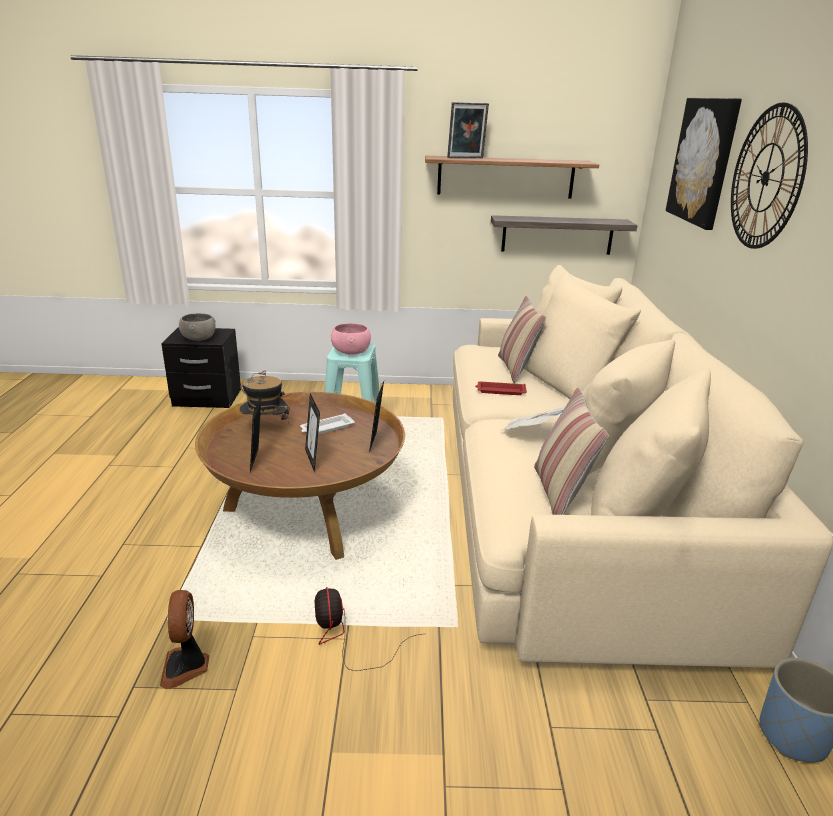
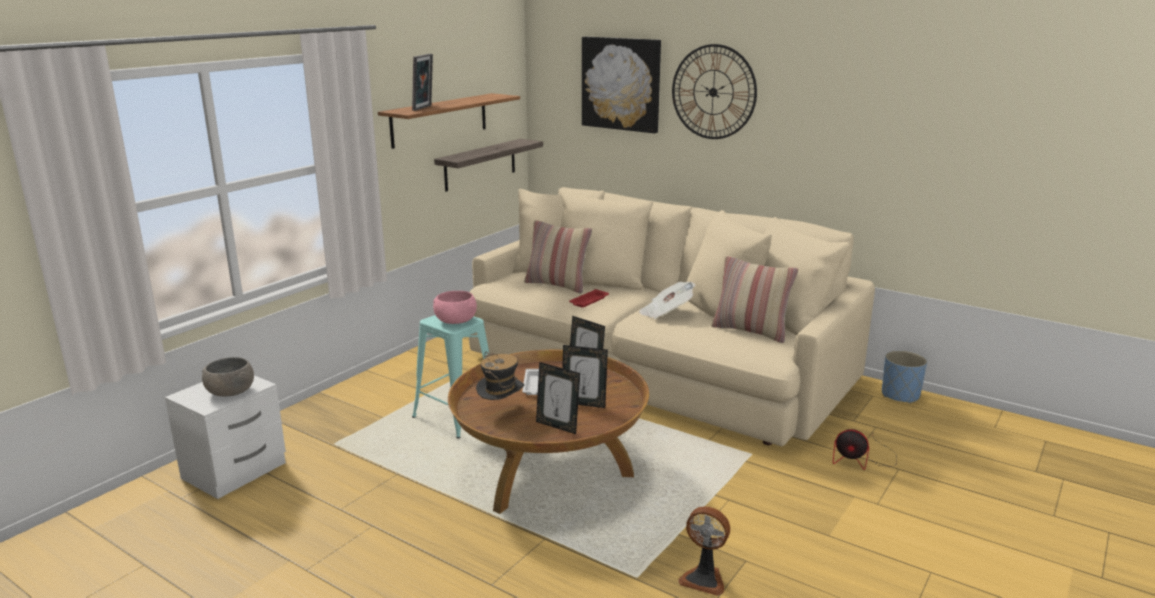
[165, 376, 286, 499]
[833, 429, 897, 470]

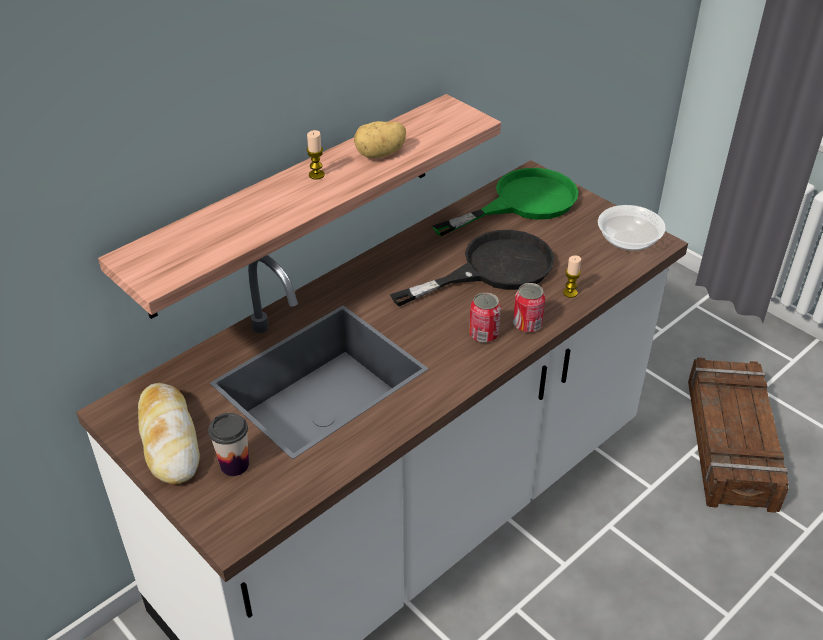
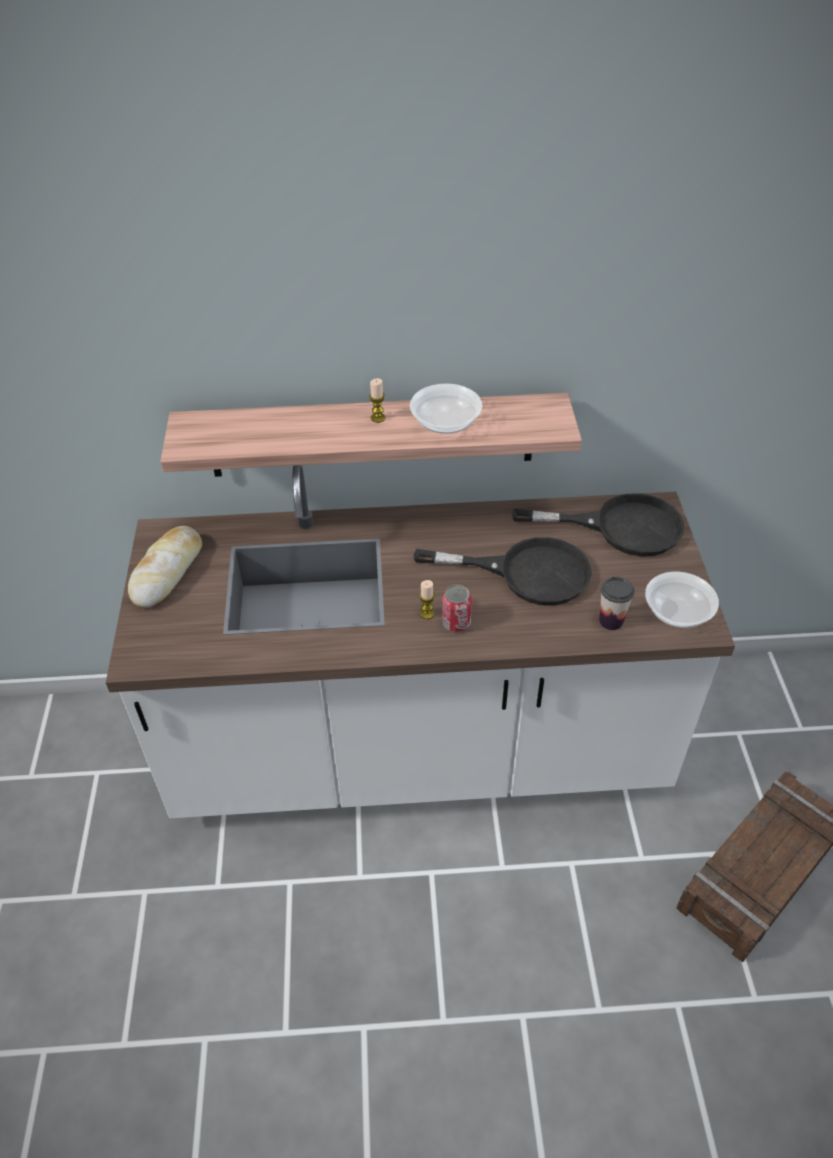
[410, 383, 482, 434]
[512, 493, 685, 557]
[419, 580, 435, 619]
[513, 283, 545, 333] (first image)
[599, 577, 634, 630]

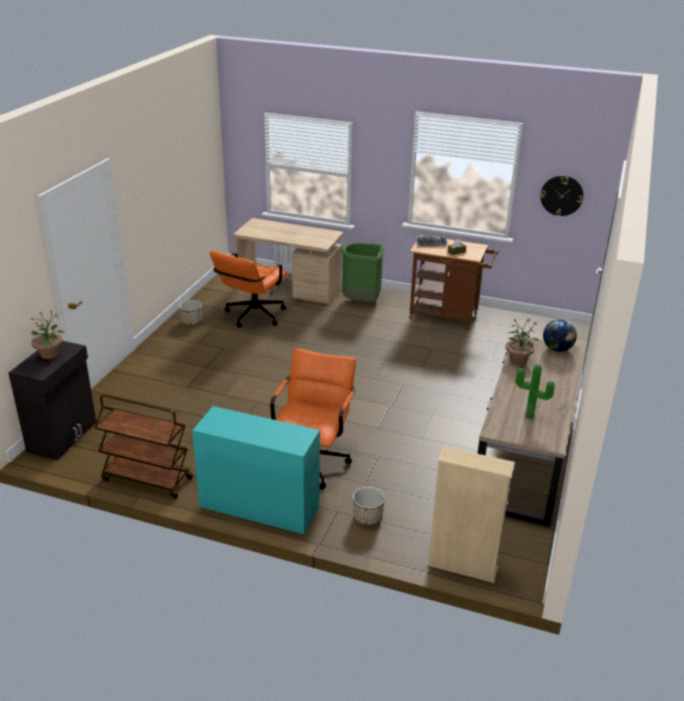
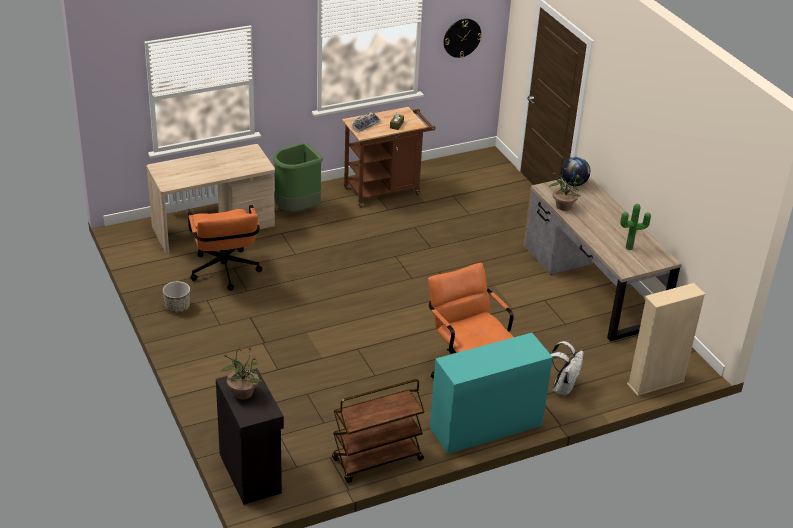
[549, 341, 583, 396]

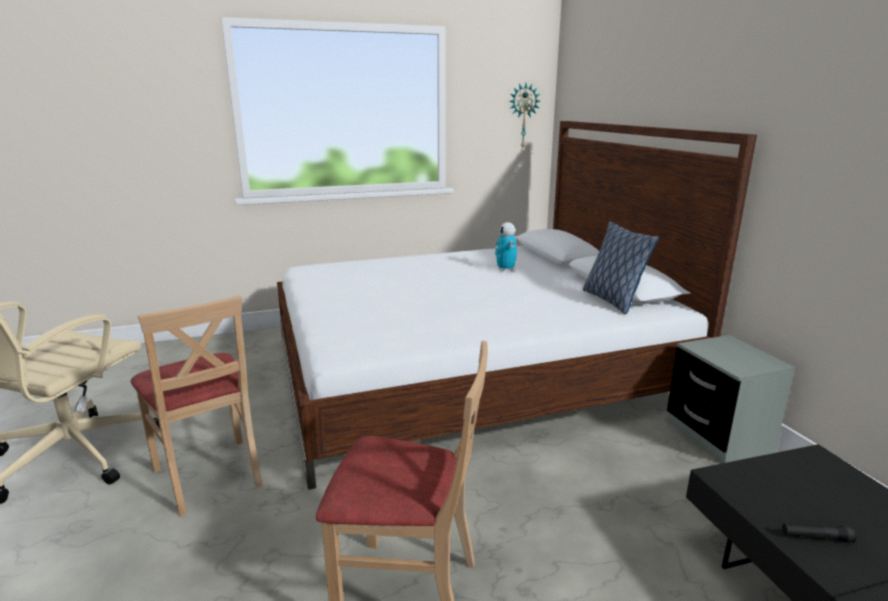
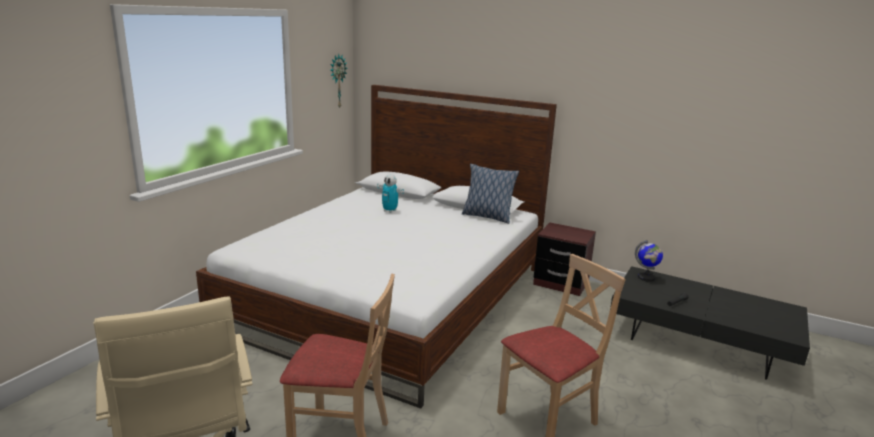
[533, 223, 596, 296]
[635, 240, 663, 282]

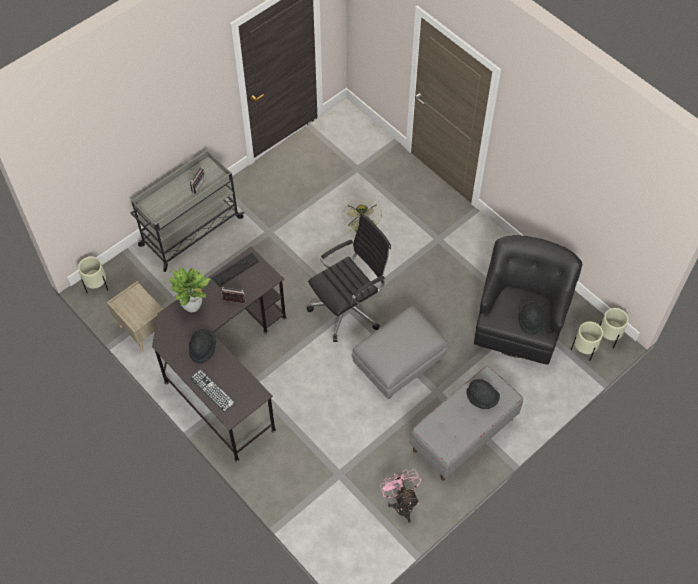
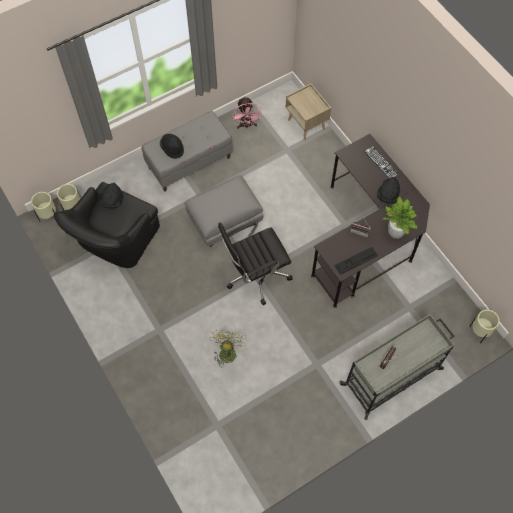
[286, 83, 331, 140]

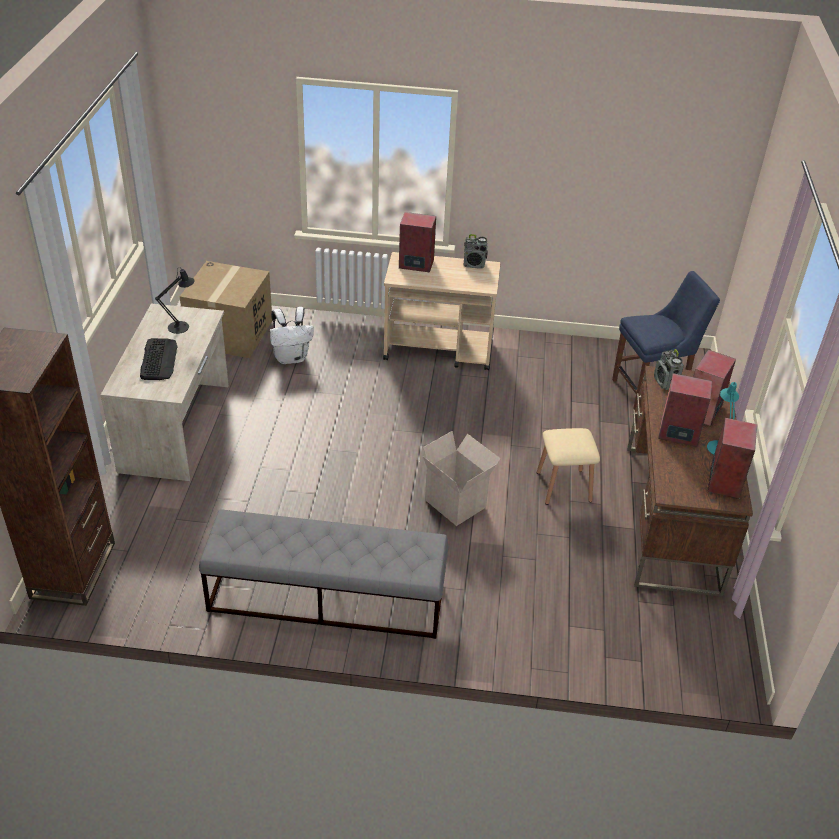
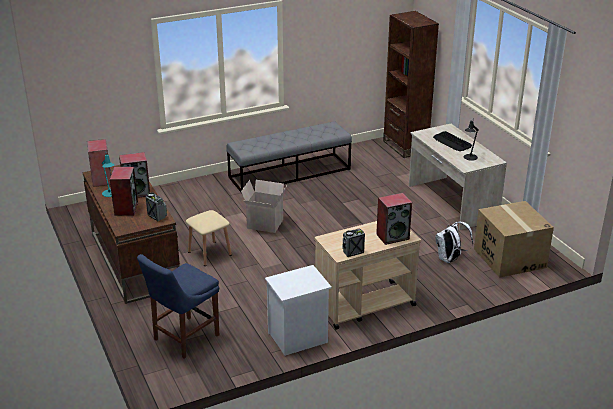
[265, 265, 332, 356]

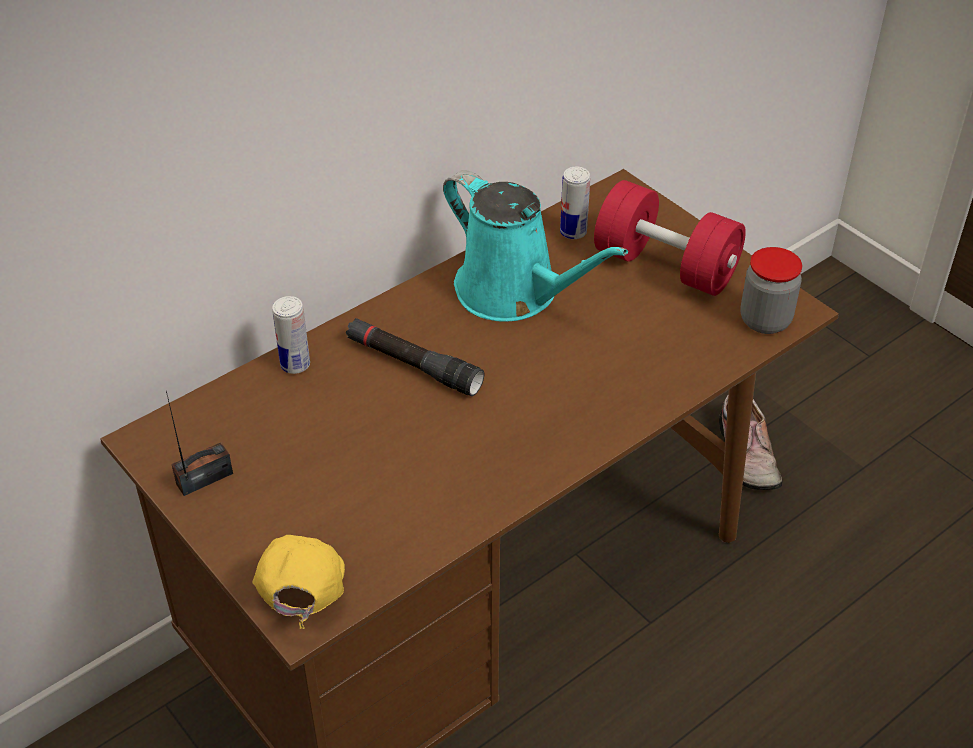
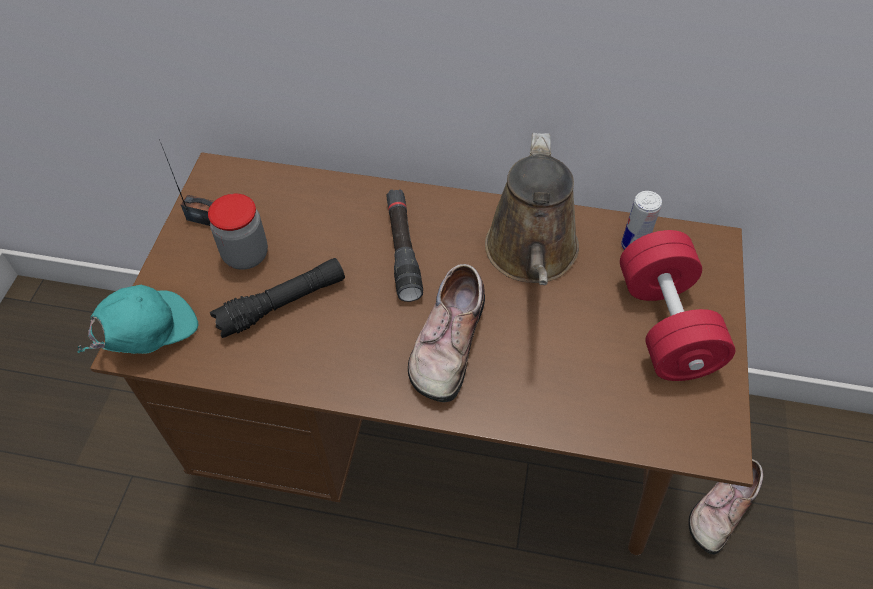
[485, 133, 579, 285]
[208, 194, 268, 270]
[272, 296, 310, 374] (first image)
[77, 285, 198, 354]
[210, 258, 345, 338]
[408, 264, 485, 402]

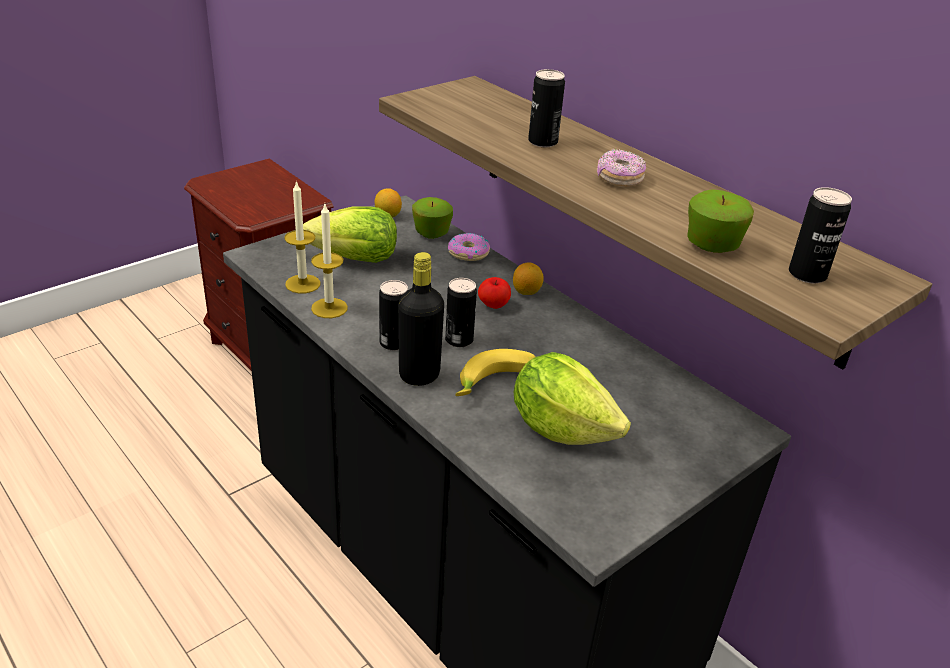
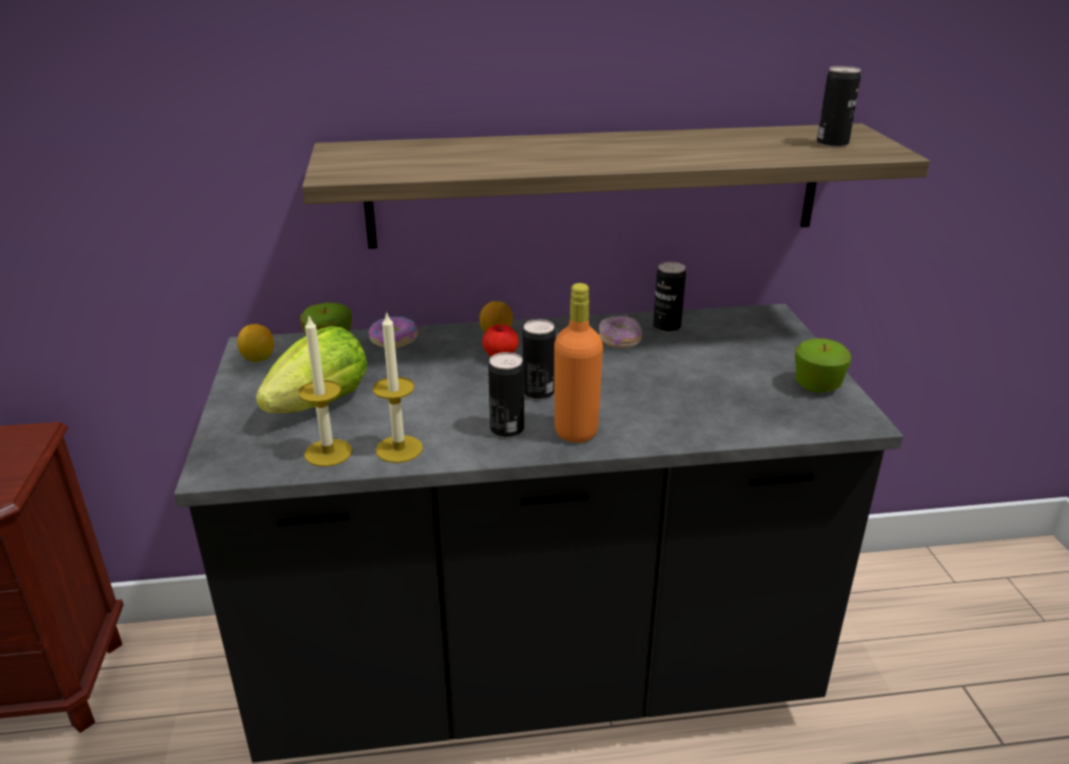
[653, 262, 686, 332]
[599, 316, 642, 348]
[795, 338, 851, 393]
[554, 283, 603, 443]
[455, 349, 536, 396] (first image)
[514, 352, 631, 445] (first image)

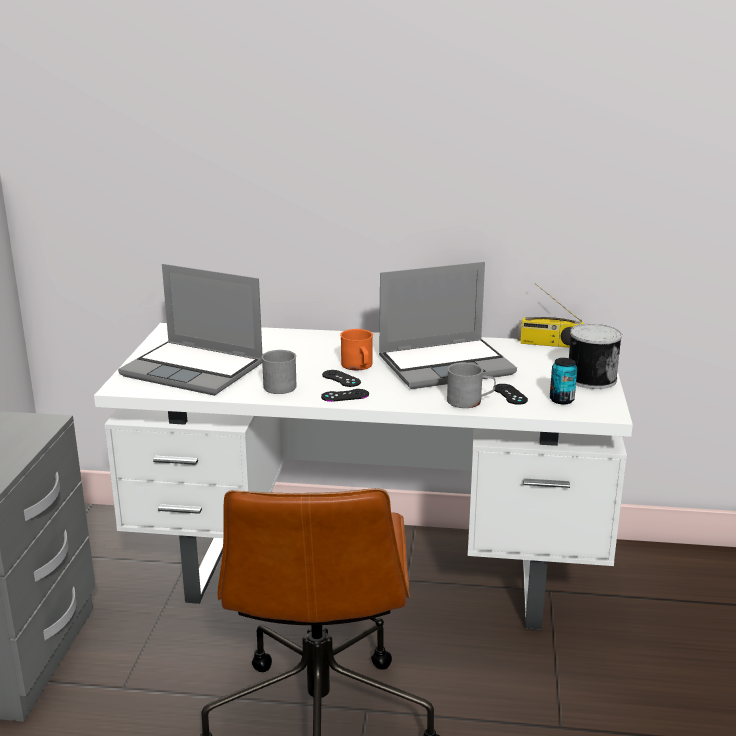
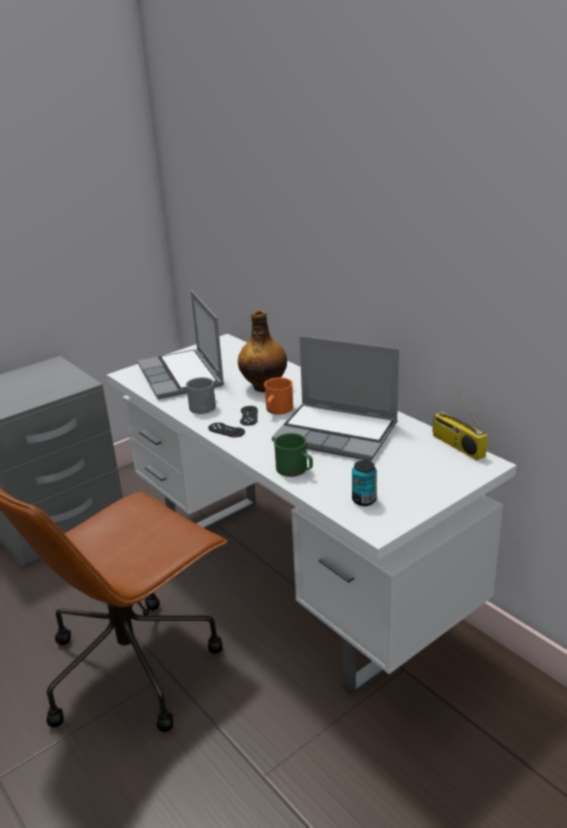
[569, 323, 622, 389] (first image)
[274, 433, 313, 477]
[493, 384, 528, 405] (first image)
[238, 310, 287, 392]

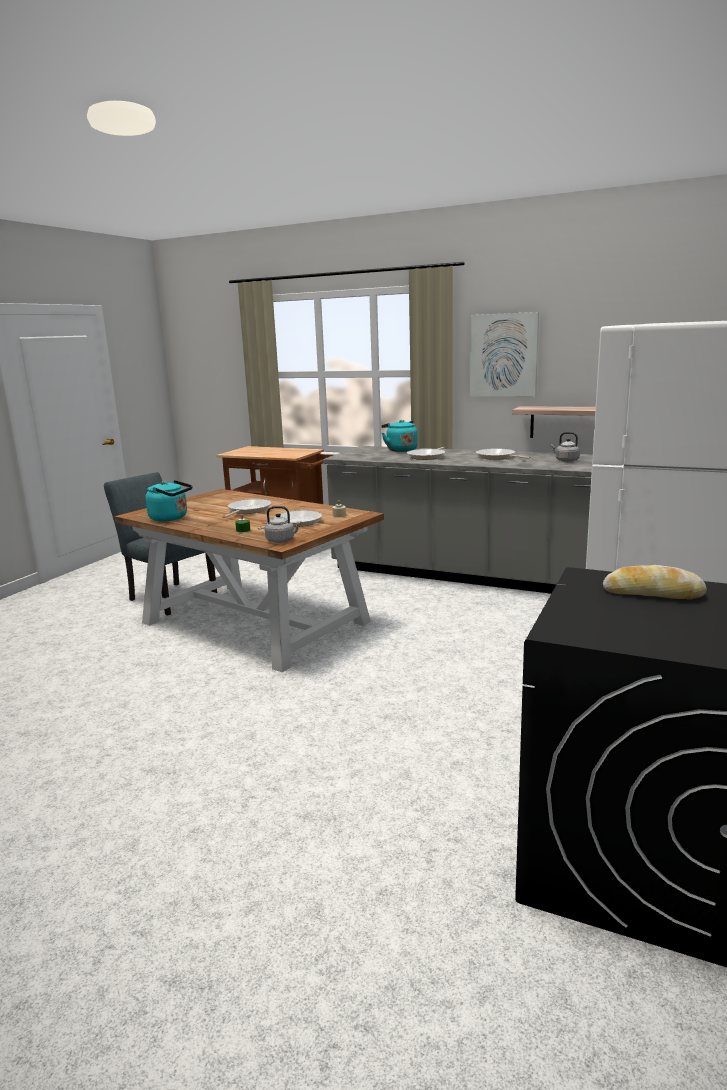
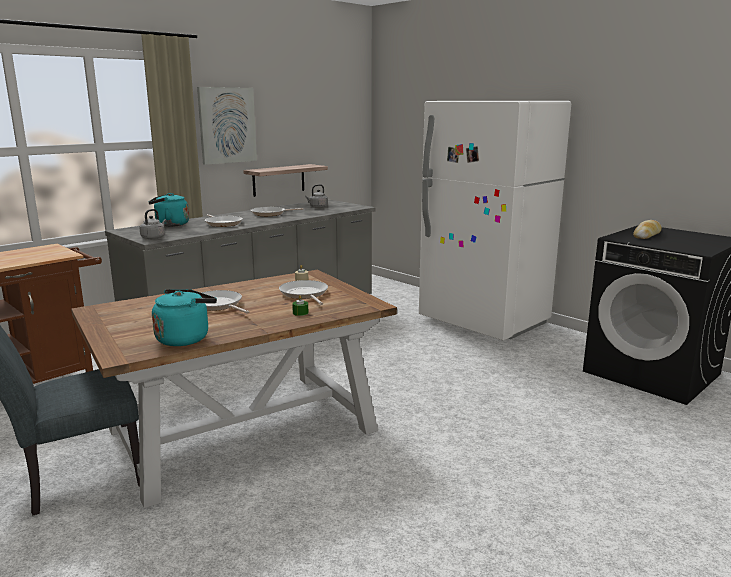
[139, 209, 166, 239]

